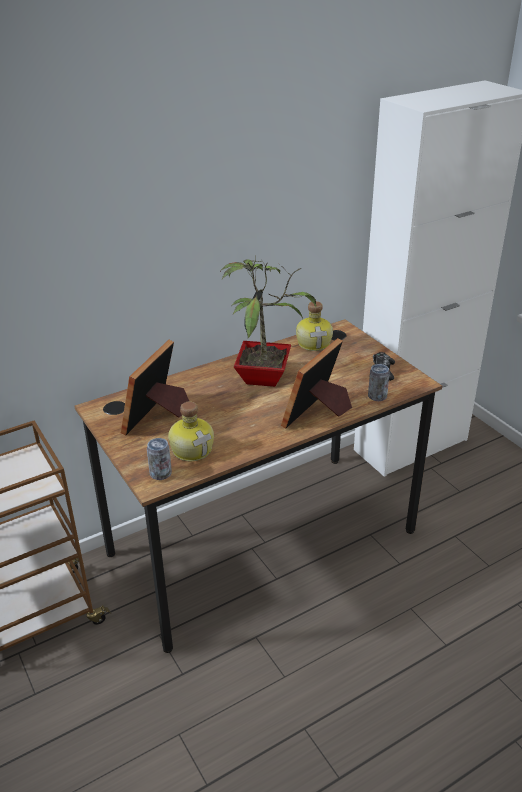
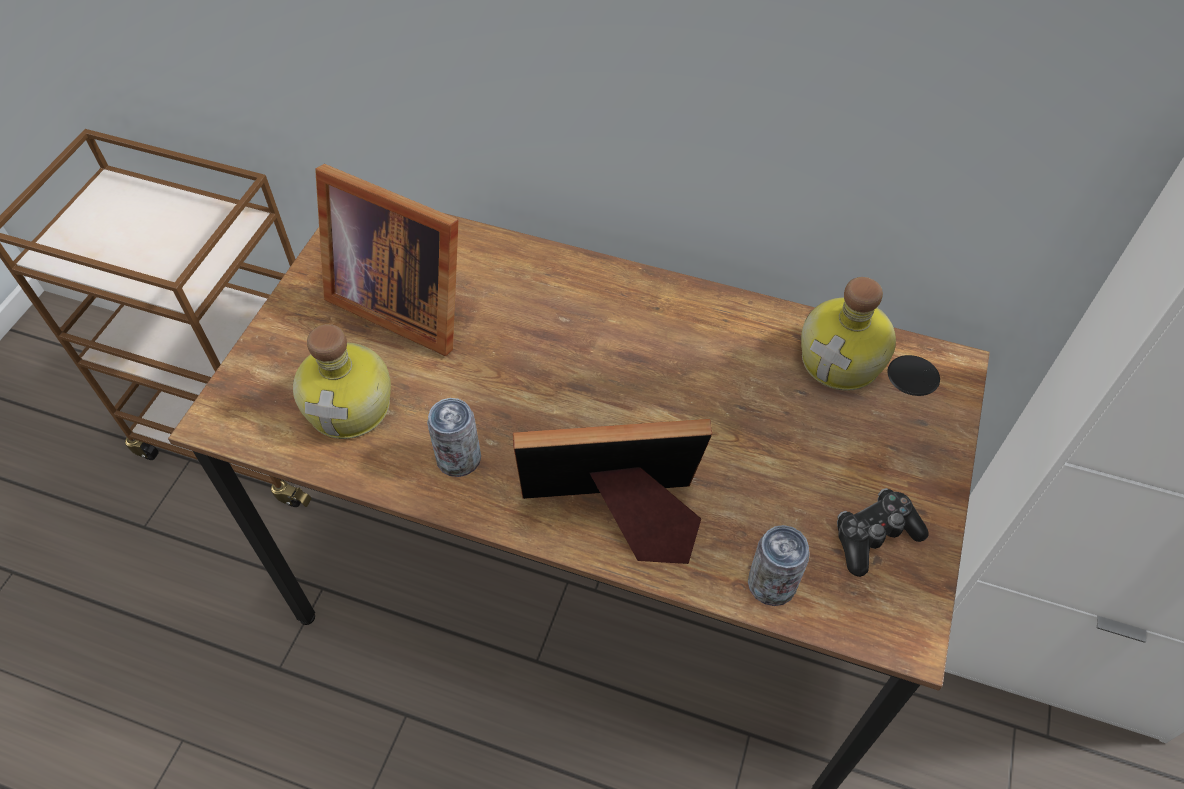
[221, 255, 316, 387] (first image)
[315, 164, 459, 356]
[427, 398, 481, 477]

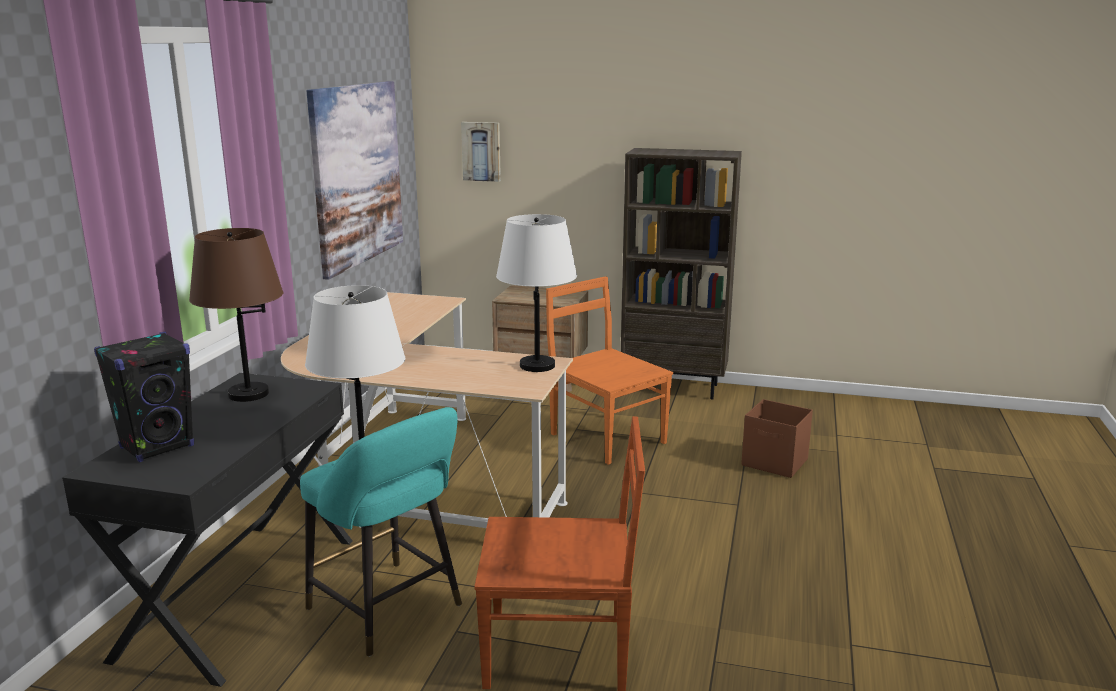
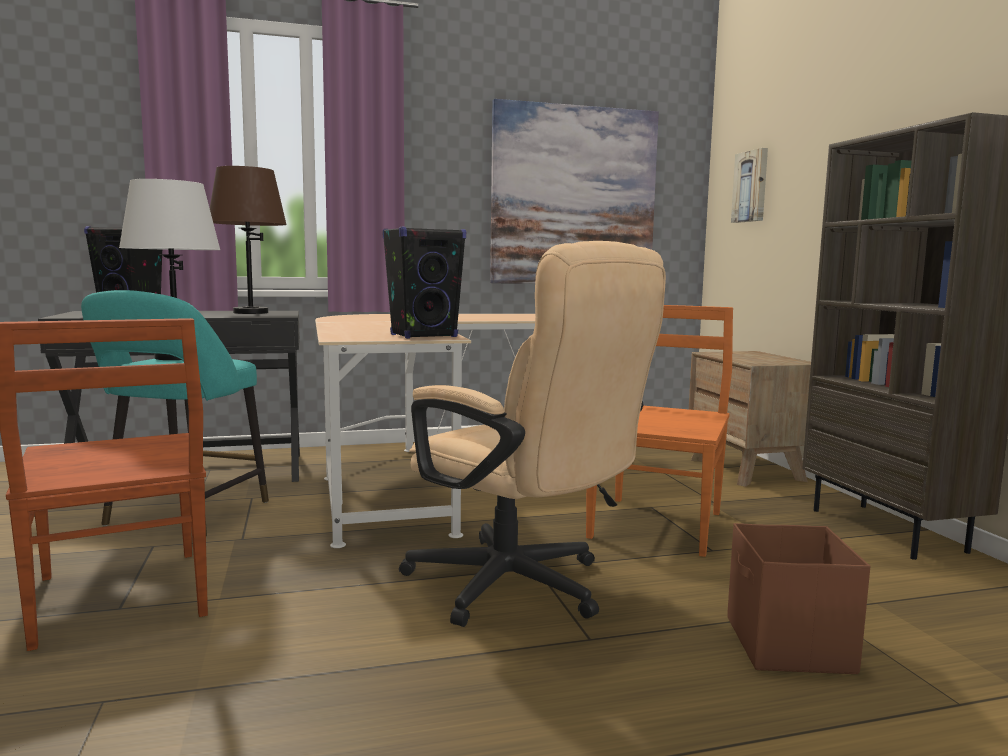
[382, 227, 466, 339]
[399, 241, 666, 627]

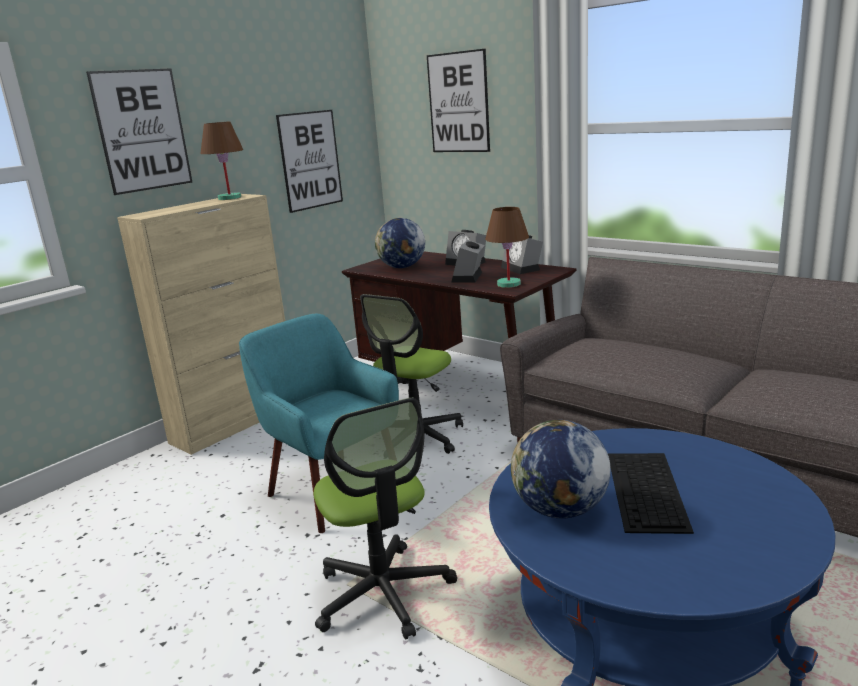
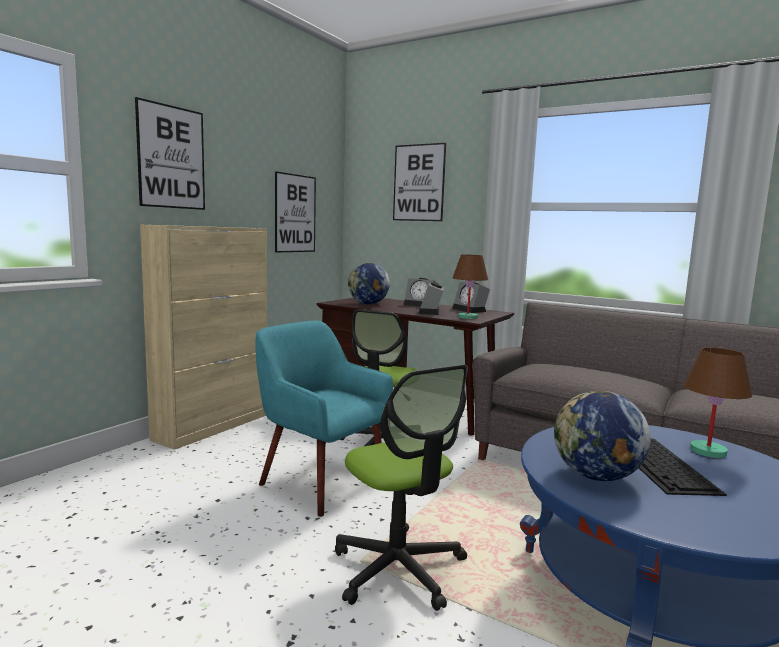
[684, 348, 752, 458]

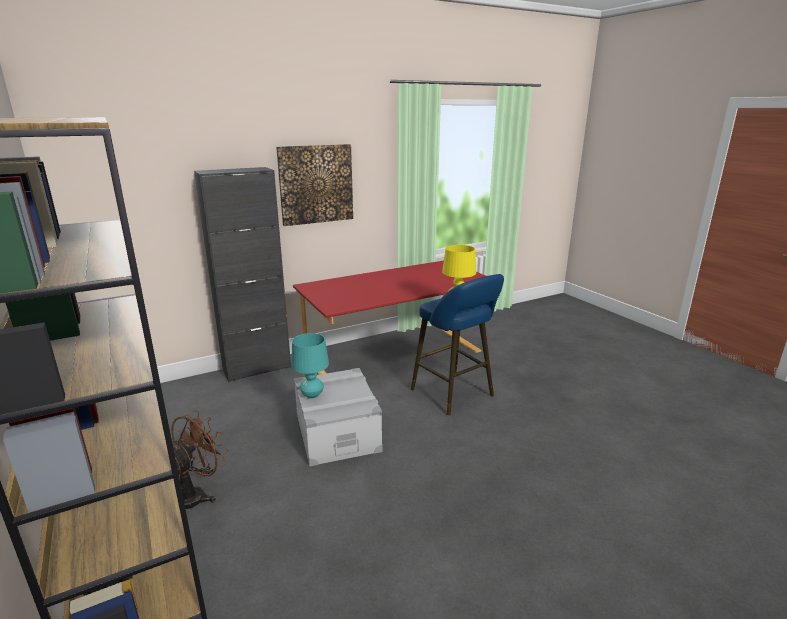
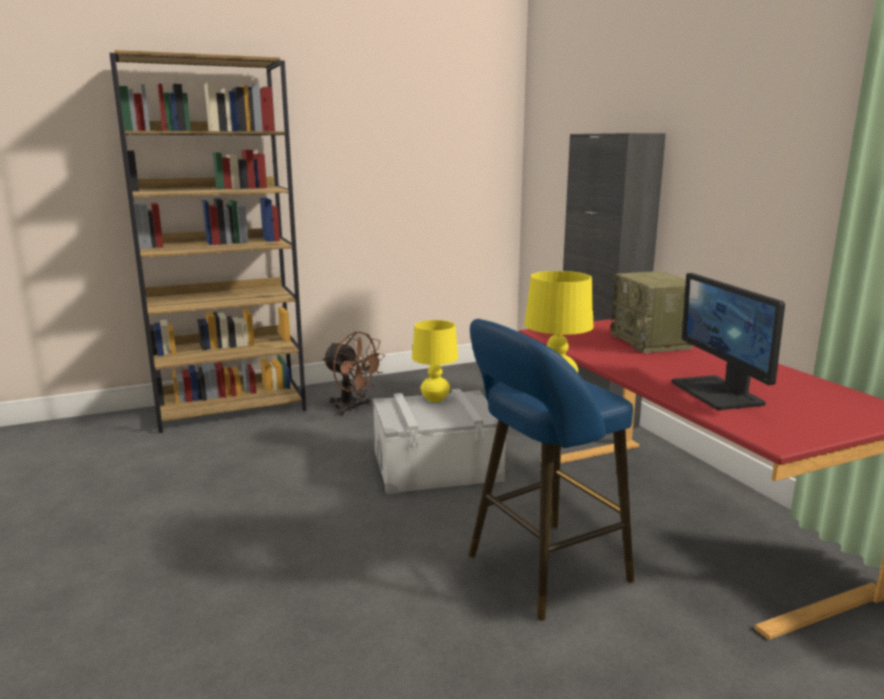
[276, 144, 353, 226] (first image)
[412, 320, 458, 402]
[611, 271, 692, 353]
[671, 273, 785, 410]

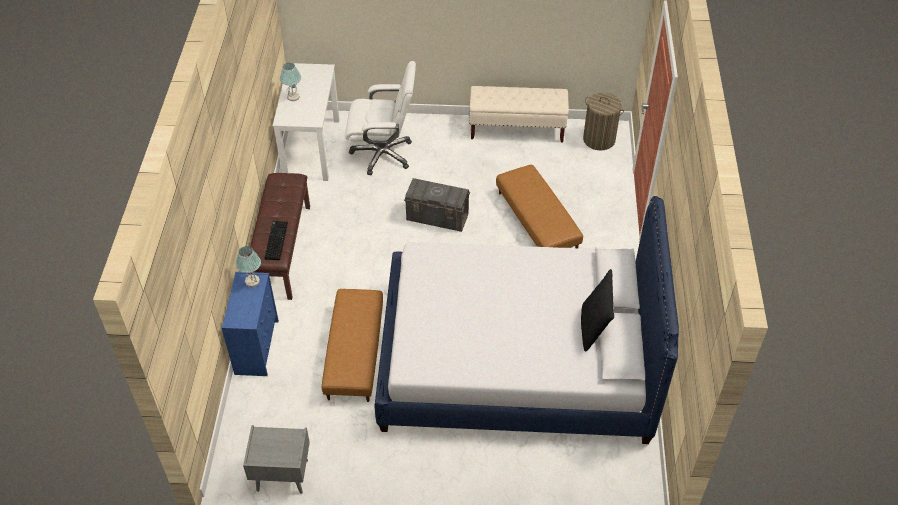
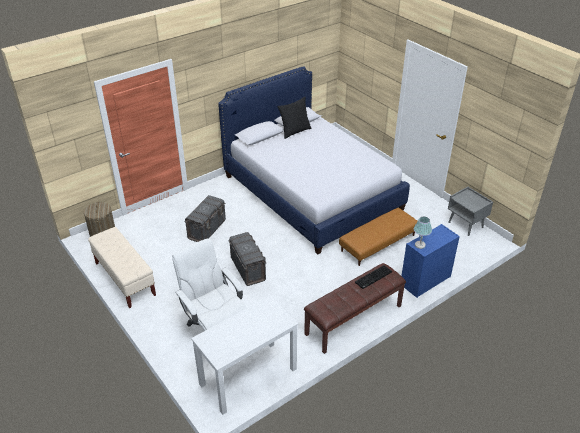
[280, 63, 301, 101] (first image)
[184, 195, 226, 242]

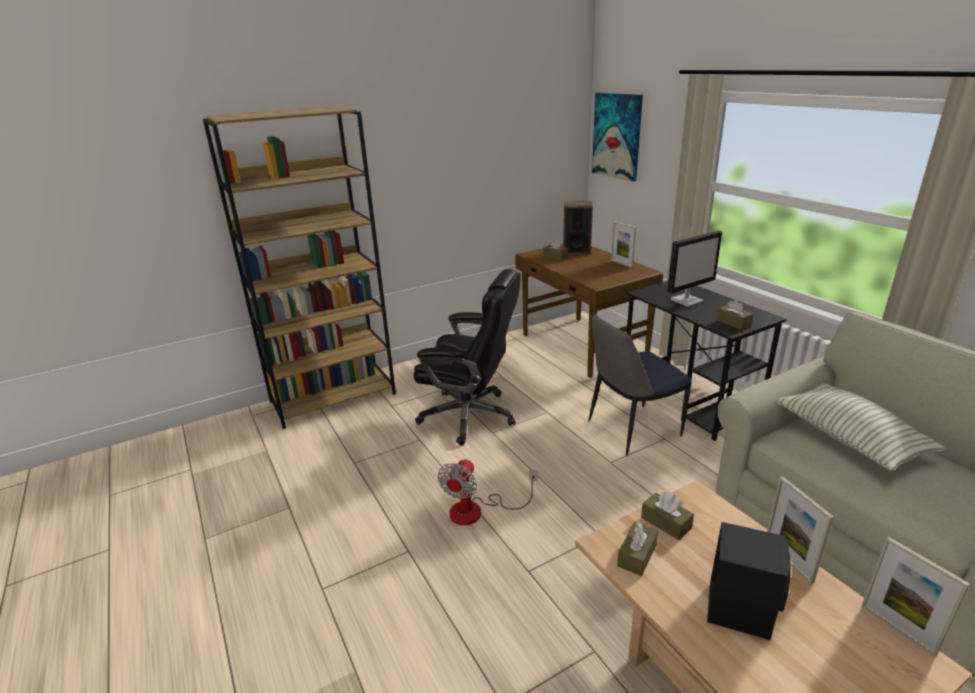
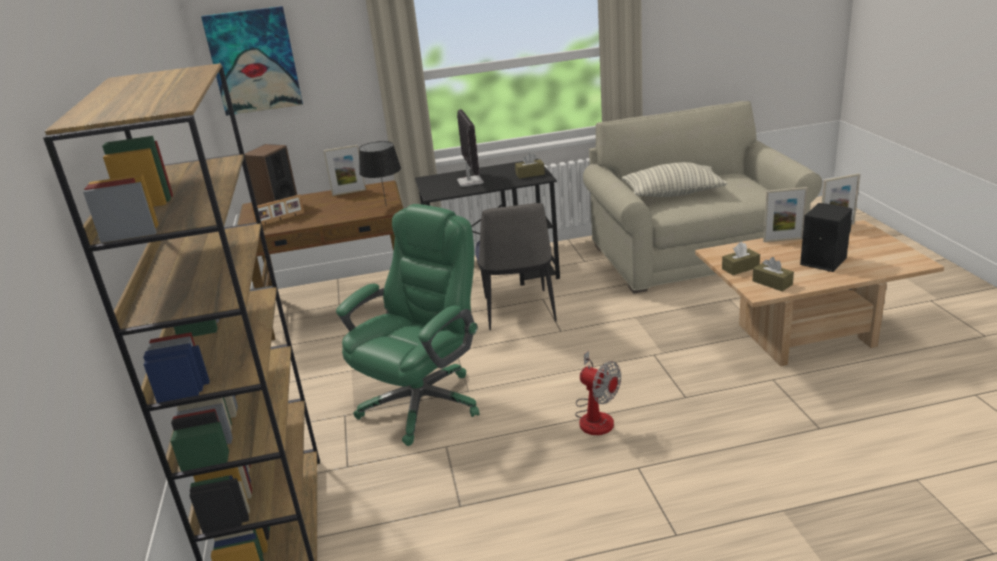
[251, 194, 304, 225]
[336, 204, 480, 446]
[359, 141, 401, 203]

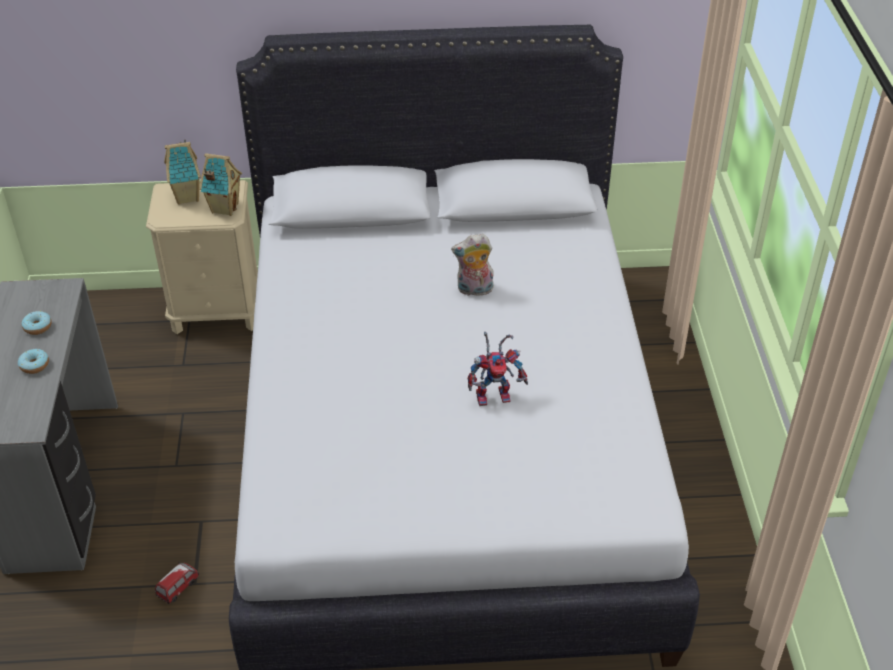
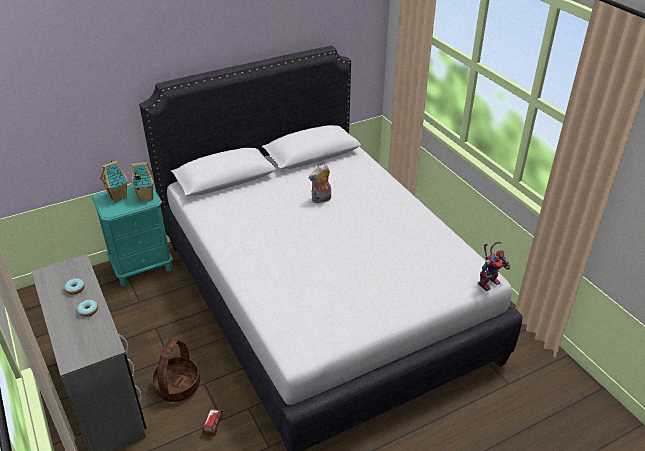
[91, 184, 173, 286]
[478, 242, 510, 291]
[151, 339, 200, 402]

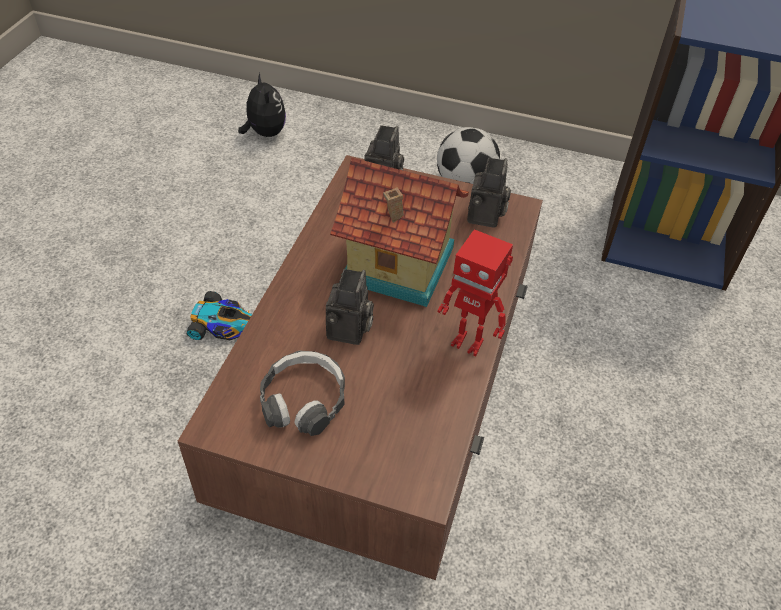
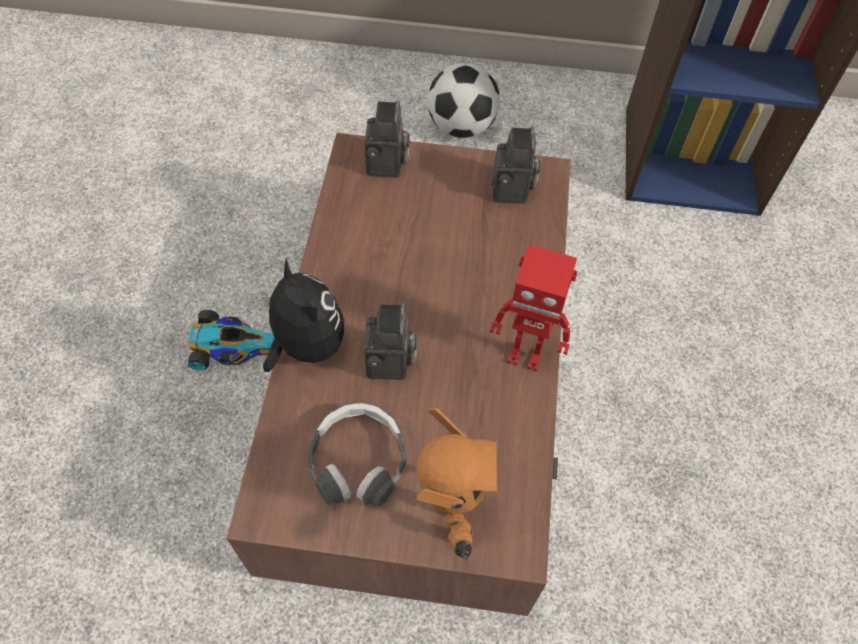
[262, 258, 344, 372]
[330, 157, 469, 307] (first image)
[417, 408, 497, 562]

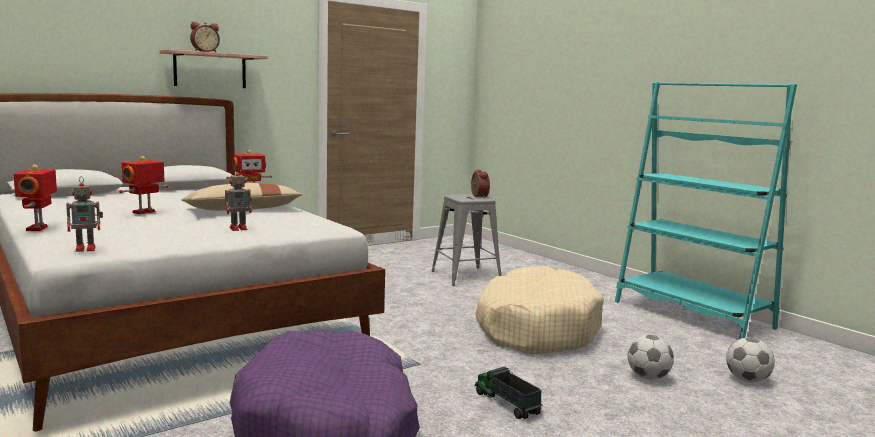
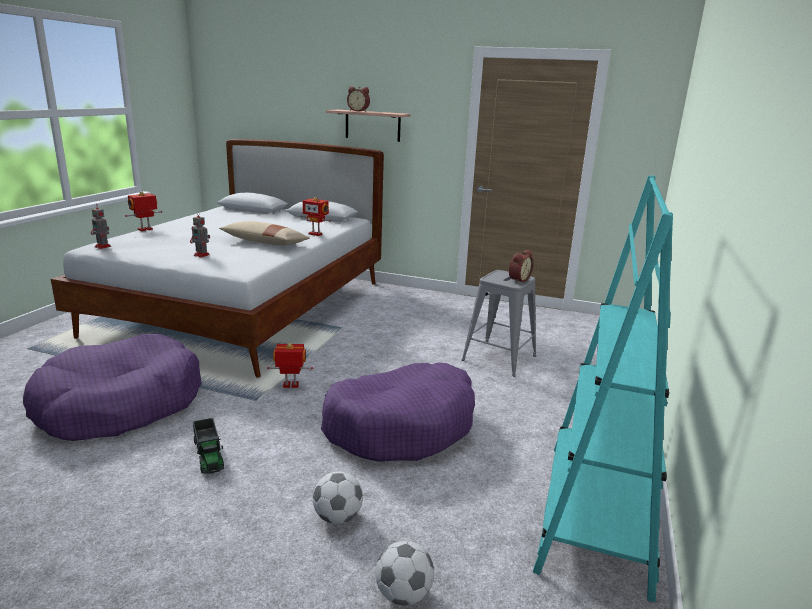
[267, 343, 313, 388]
[321, 362, 475, 462]
[193, 418, 224, 474]

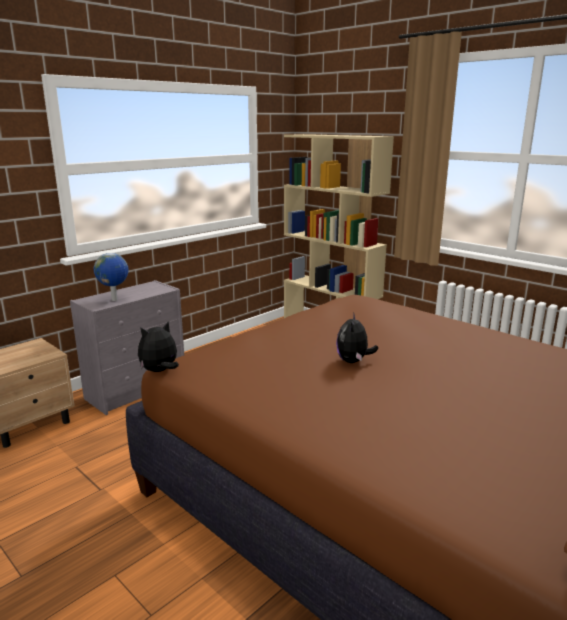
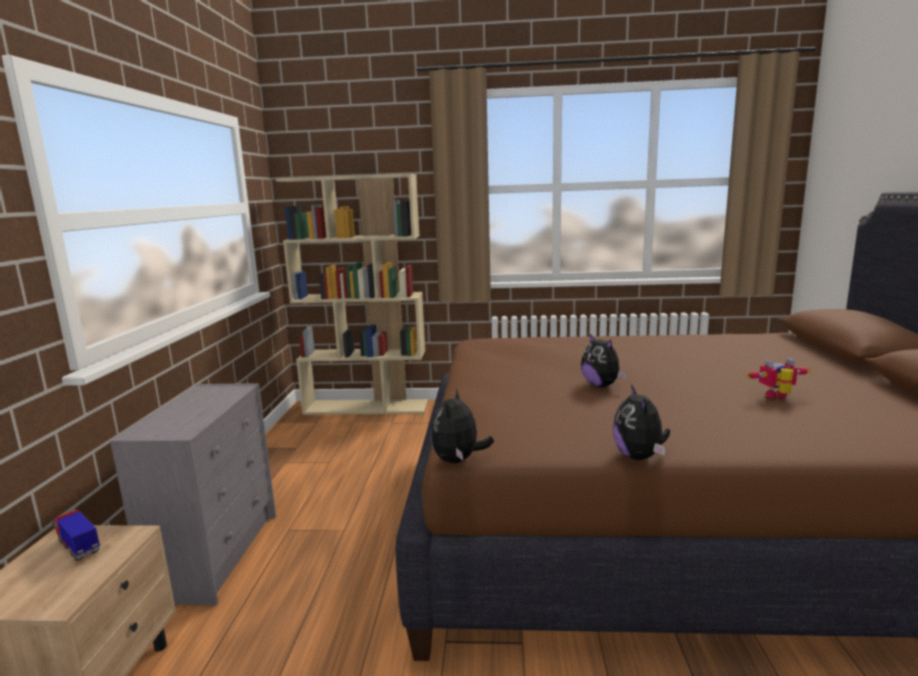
[94, 253, 129, 301] (first image)
[745, 358, 811, 399]
[613, 384, 670, 460]
[52, 510, 100, 561]

